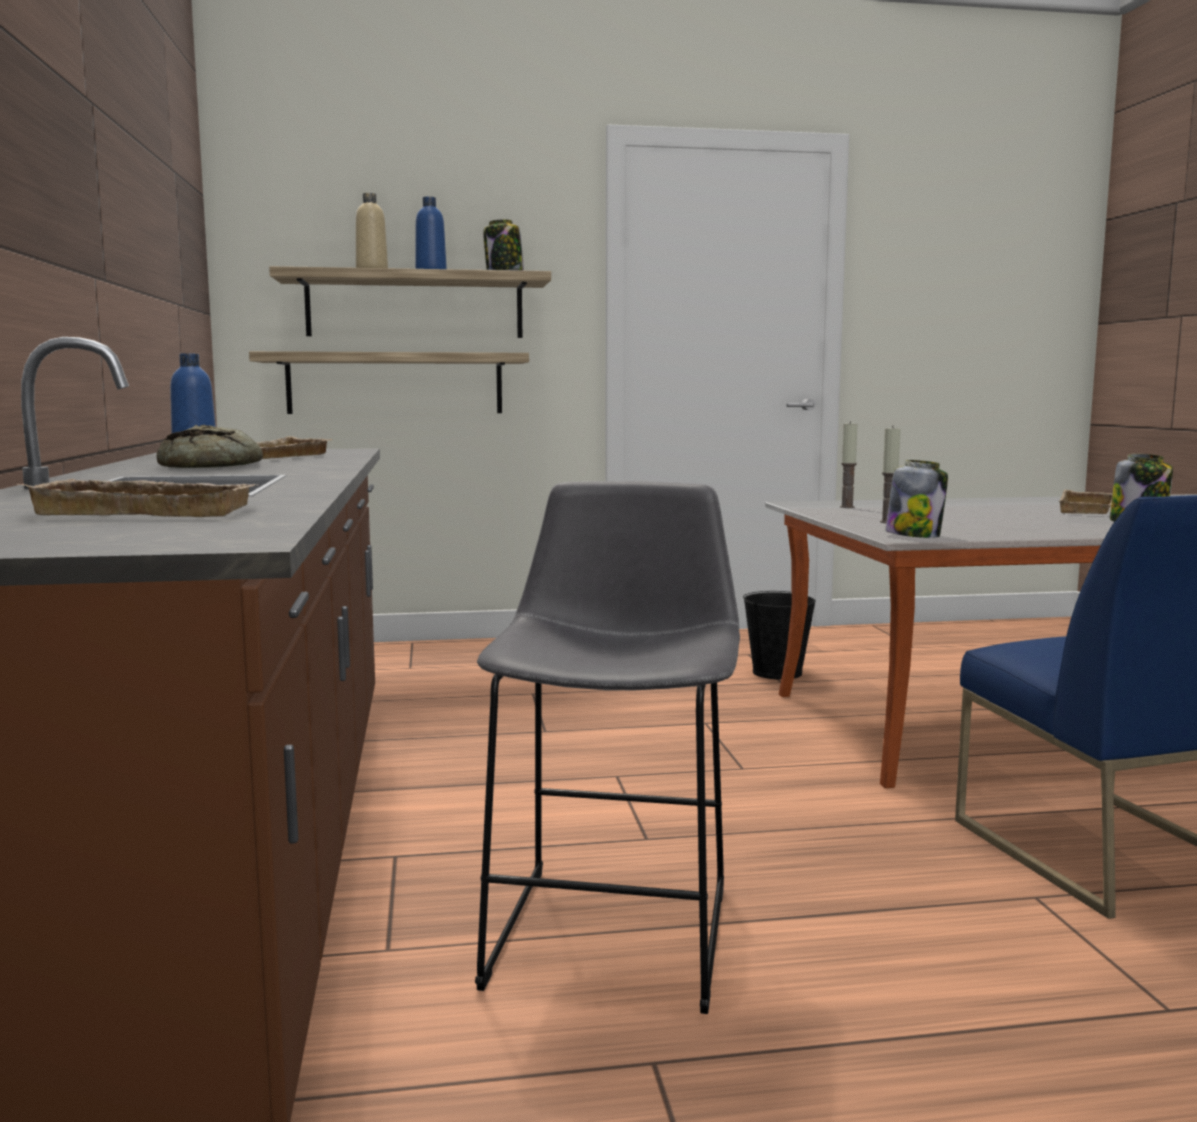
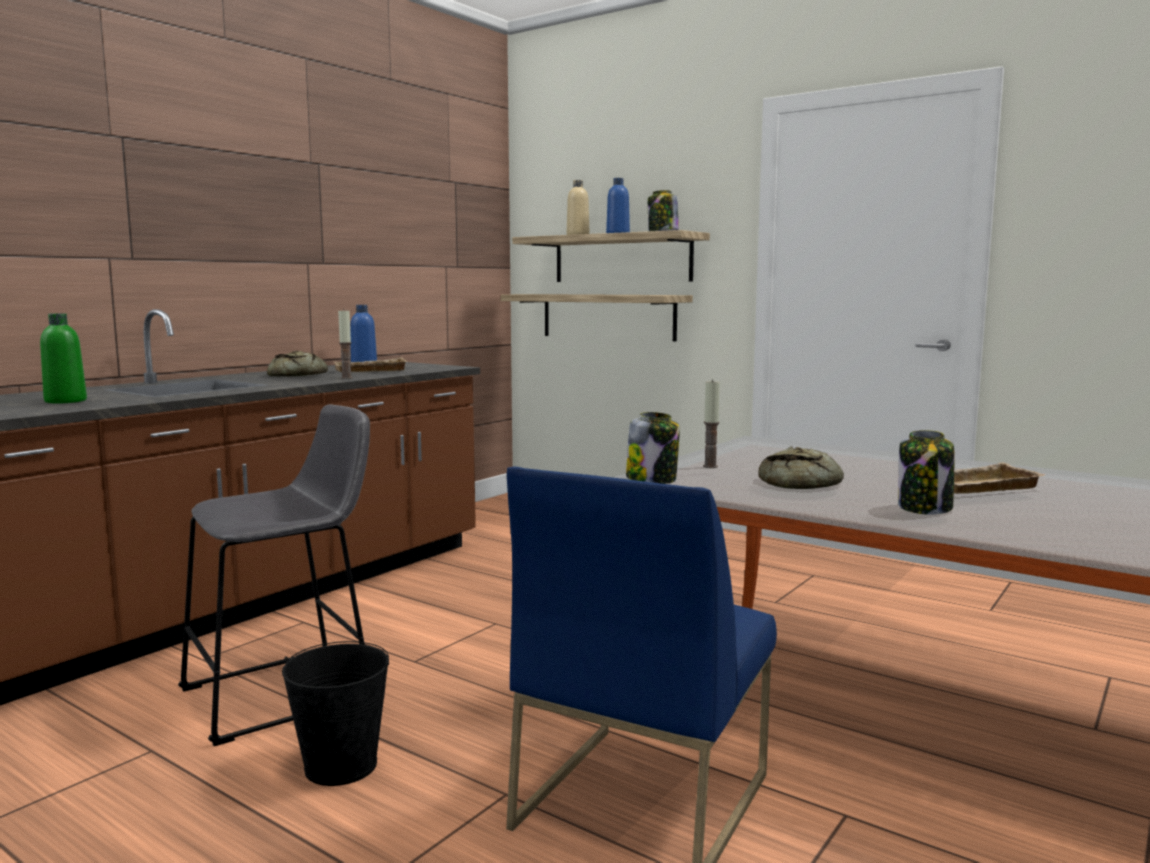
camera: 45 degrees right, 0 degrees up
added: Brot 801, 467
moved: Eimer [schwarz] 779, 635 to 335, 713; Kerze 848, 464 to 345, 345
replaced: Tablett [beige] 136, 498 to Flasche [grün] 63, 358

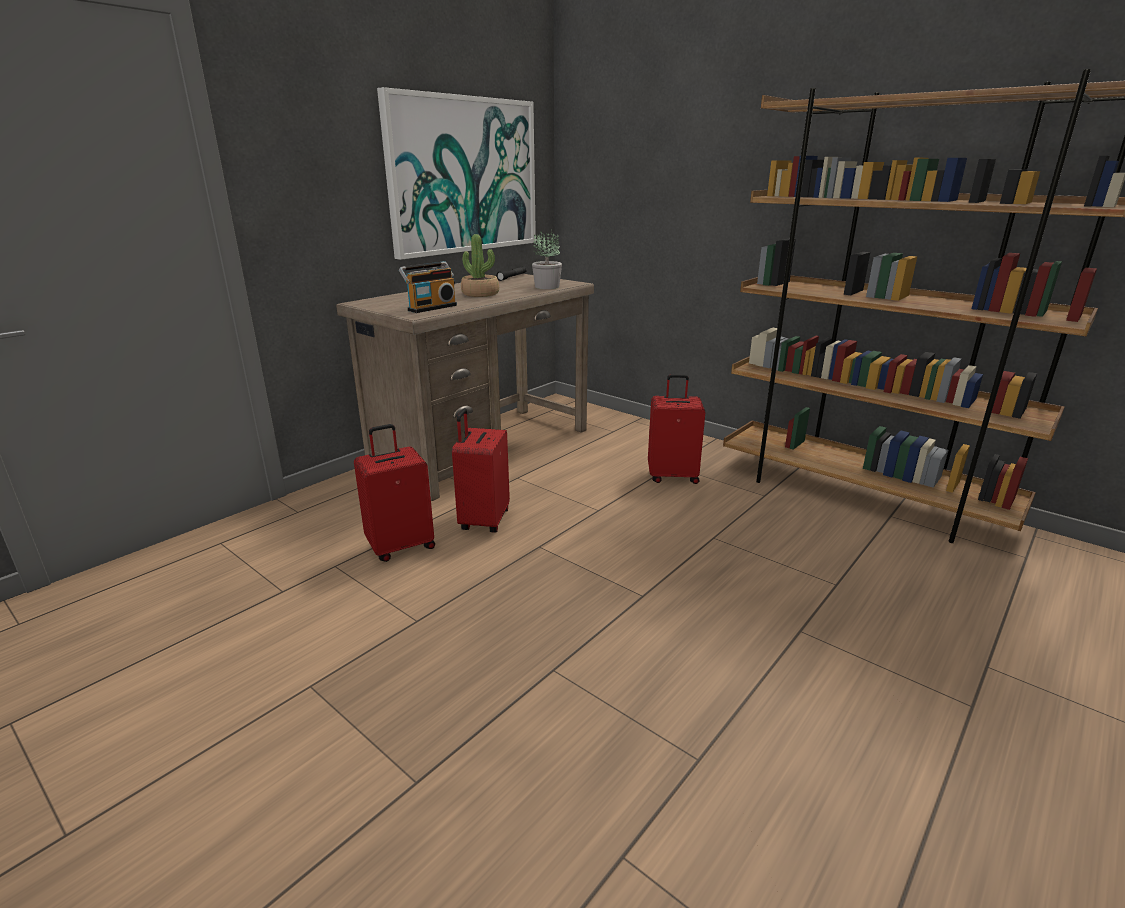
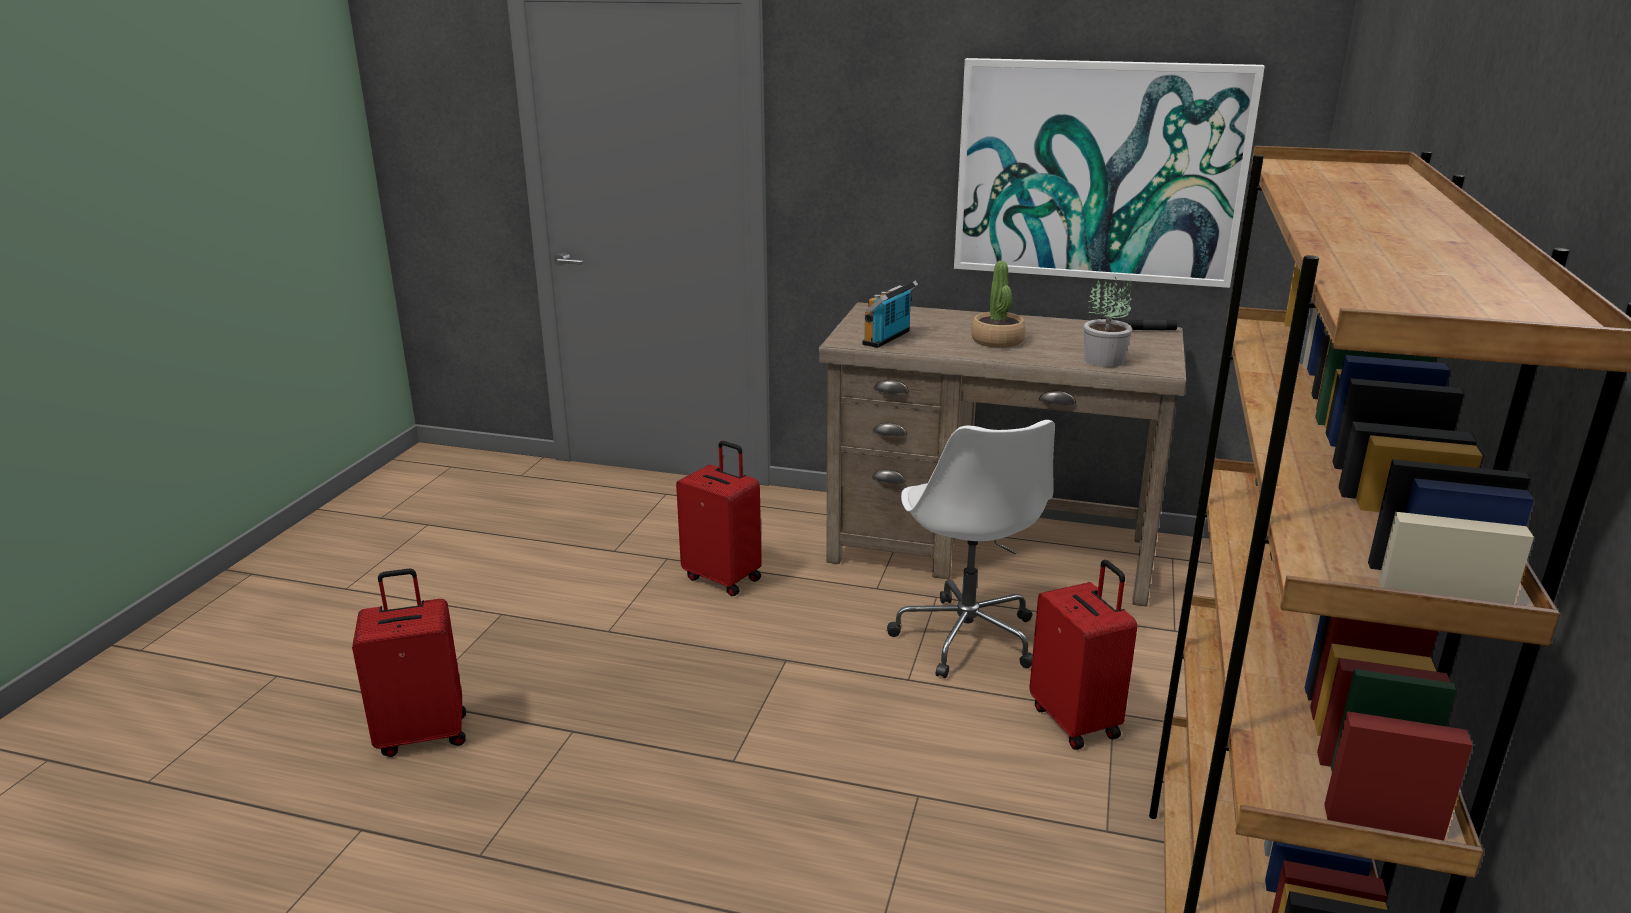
camera: 65 degrees right, 0 degrees up
added: Bürostuhl [weiß] 971, 549
moved: Koffer [rot] 481, 470 to 409, 663
turned: Radio 428, 287 = 890, 314 105 degrees clockwise

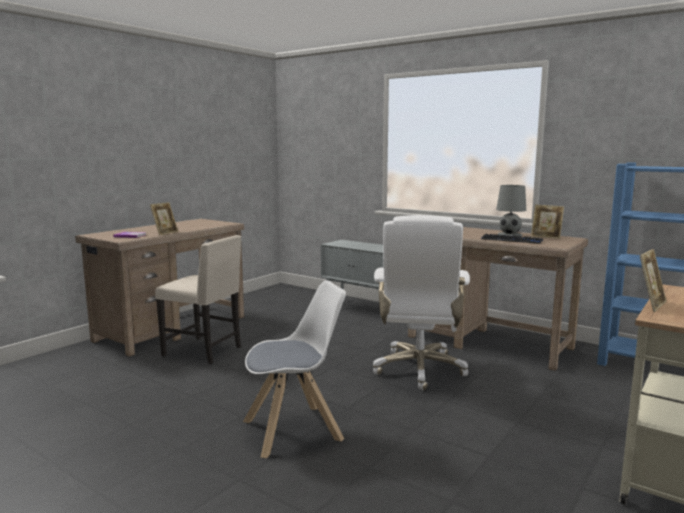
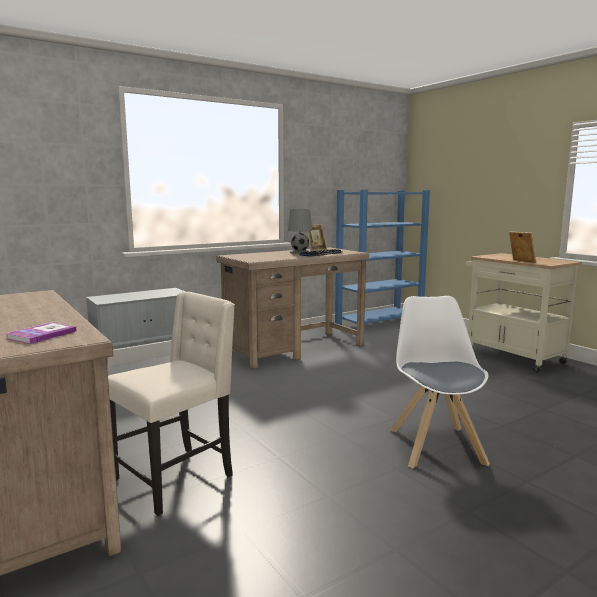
camera: 70 degrees left, 0 degrees up
removed: Bilderrahmen 164, 219; Bürostuhl [weiß] 421, 303

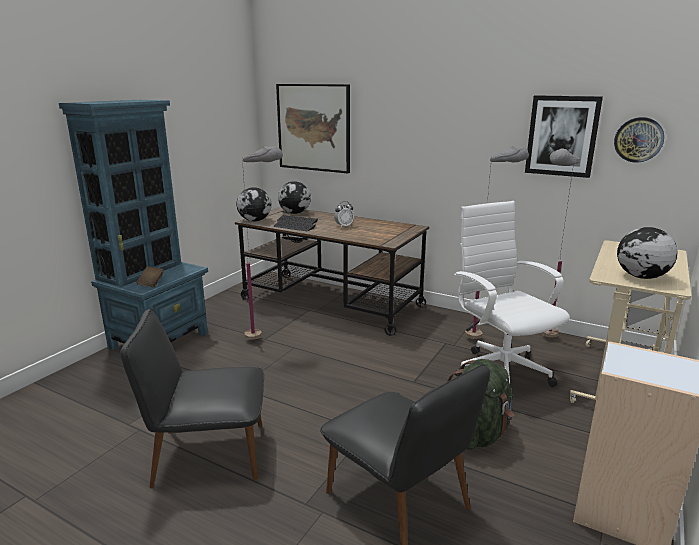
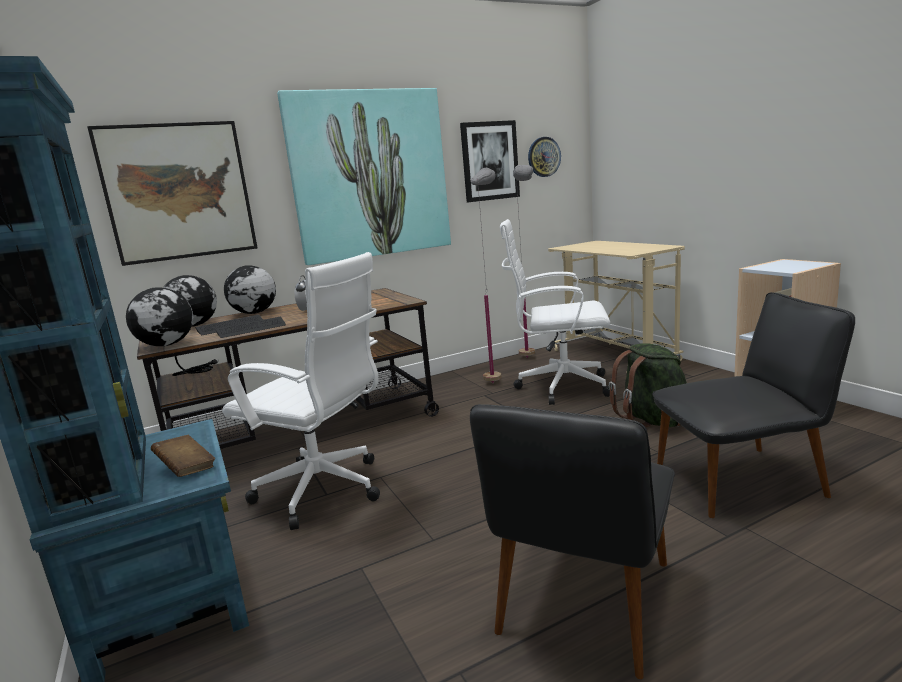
camera: 55 degrees left, 5 degrees down
added: Bild 364, 176
moved: Globus 647, 253 to 250, 289
replaced: Stehlampe [grau] 262, 244 to Bürostuhl [weiß] 301, 391

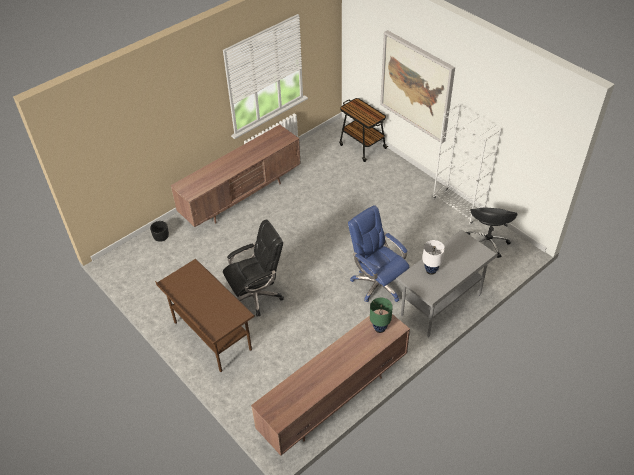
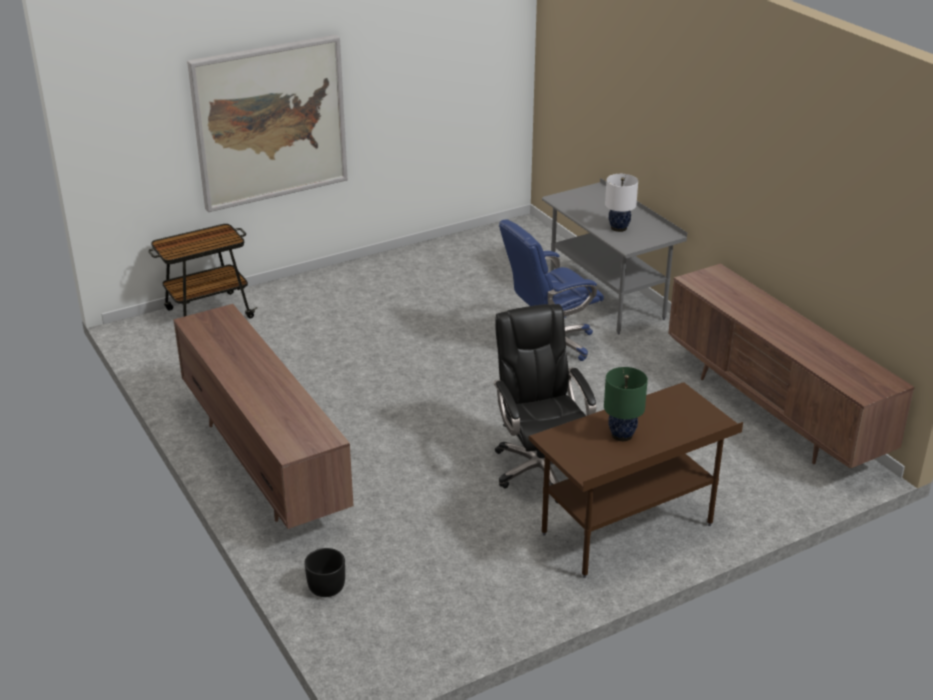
camera: 80 degrees left, 15 degrees down
removed: Bücherregal [weiß] 467, 164; Bürostuhl [schwarz] 491, 233
moved: Tischlampe [grün] 381, 315 to 626, 404

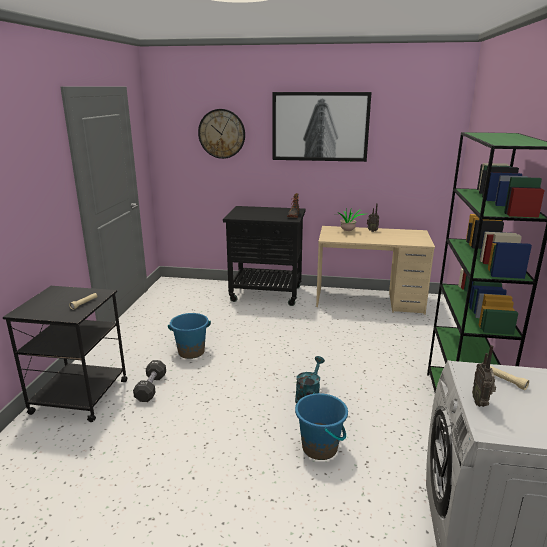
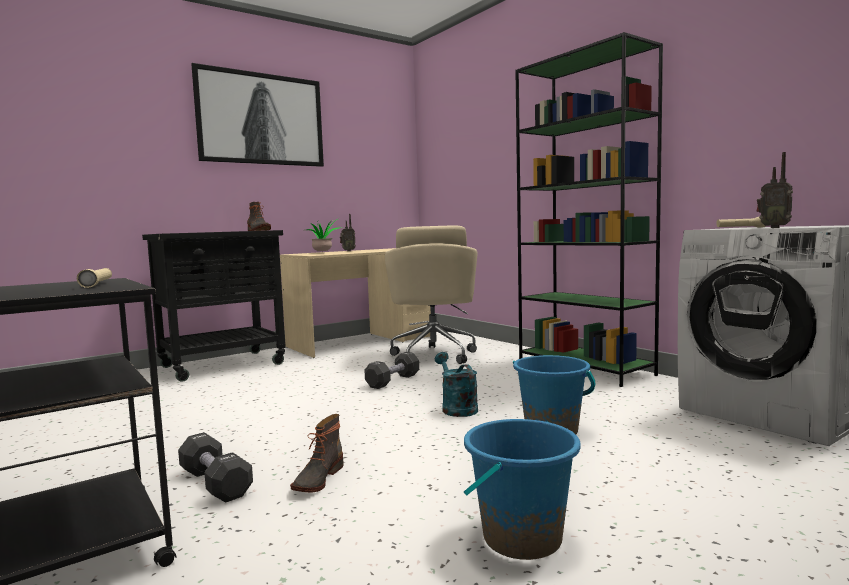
camera: 45 degrees left, 15 degrees down
removed: Wanduhr 221, 134
added: Stiefel 317, 453; Hantel [schwarz] 392, 370; Bürostuhl [beige] 431, 294
moved: Eimer [blau] 189, 336 to 522, 489

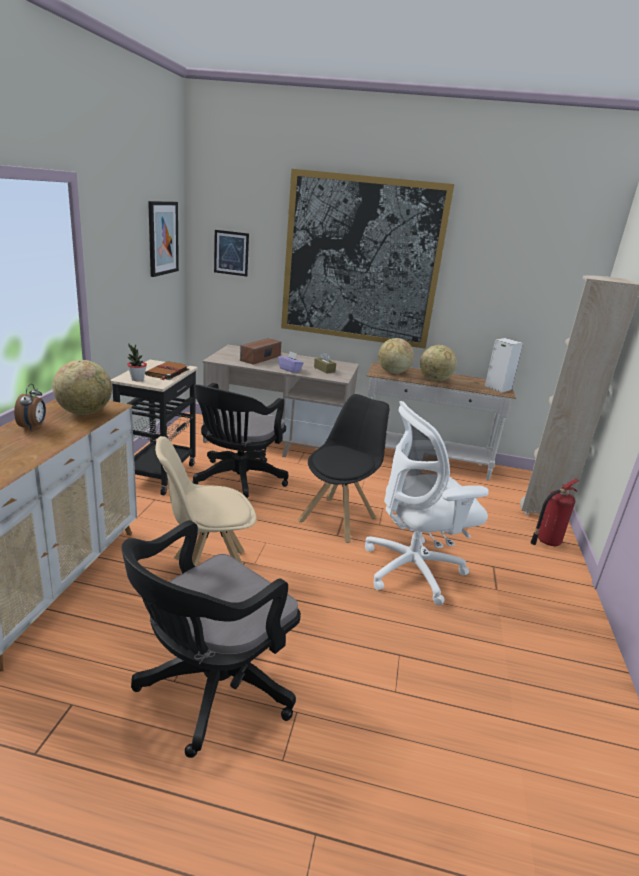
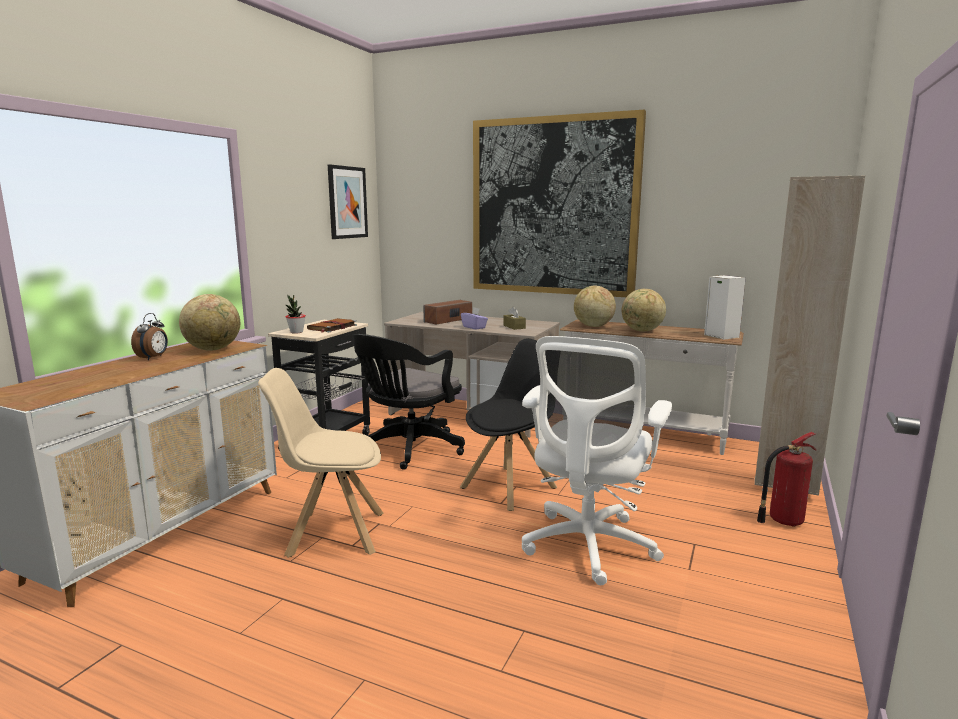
camera: 15 degrees right, 10 degrees down
removed: Bürostuhl [schwarz] 211, 639; Bild 231, 253
turned: Bürostuhl [weiß] 427, 503 = 597, 460 60 degrees counterclockwise

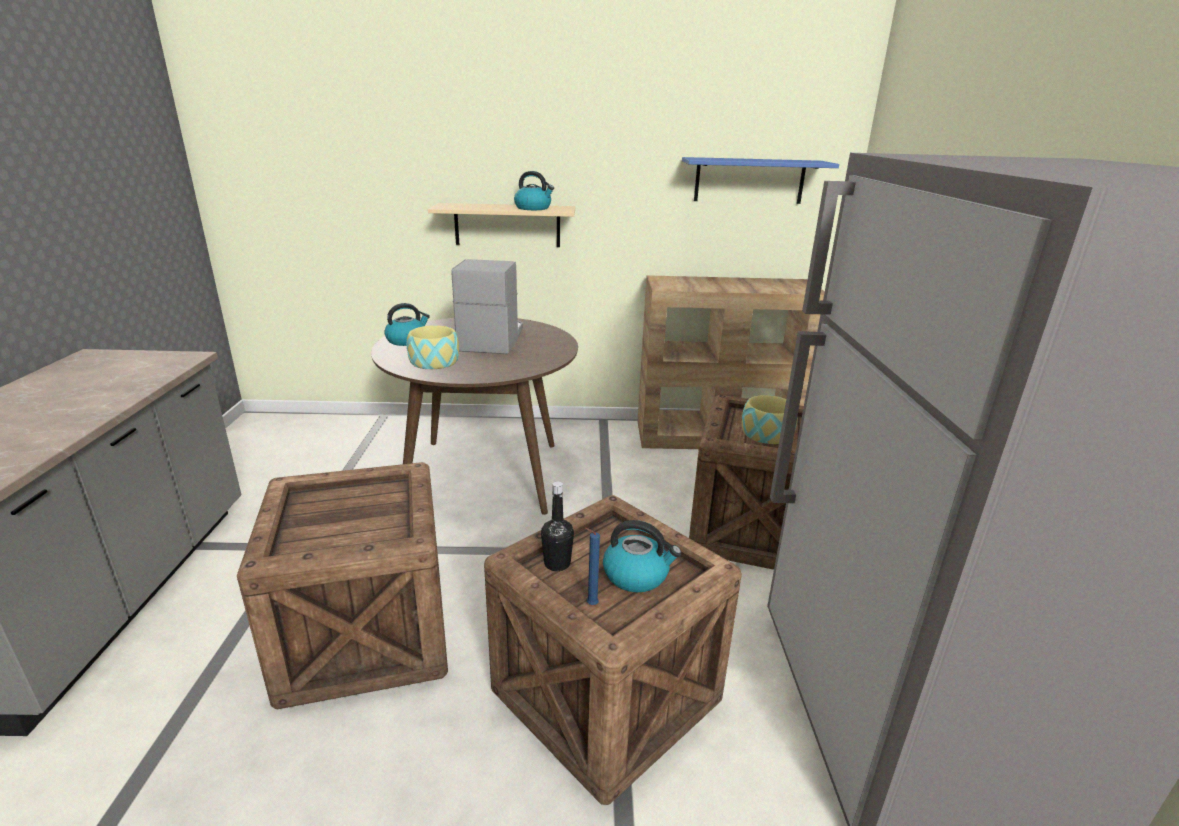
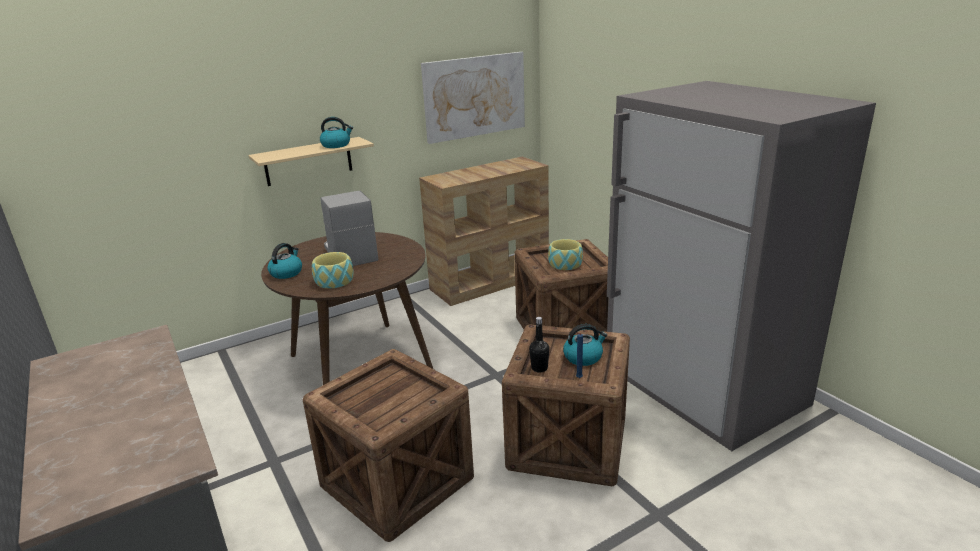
camera: 30 degrees left, 0 degrees up
replaced: Wandregal [blau] 760, 180 to Bild 473, 98

